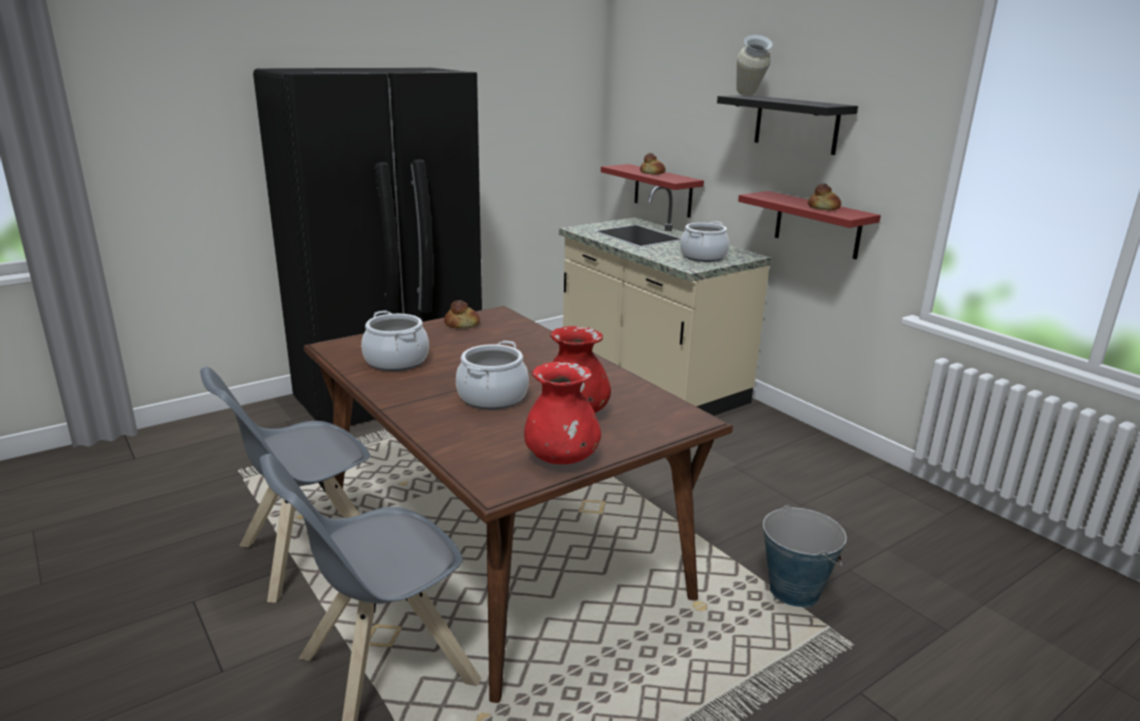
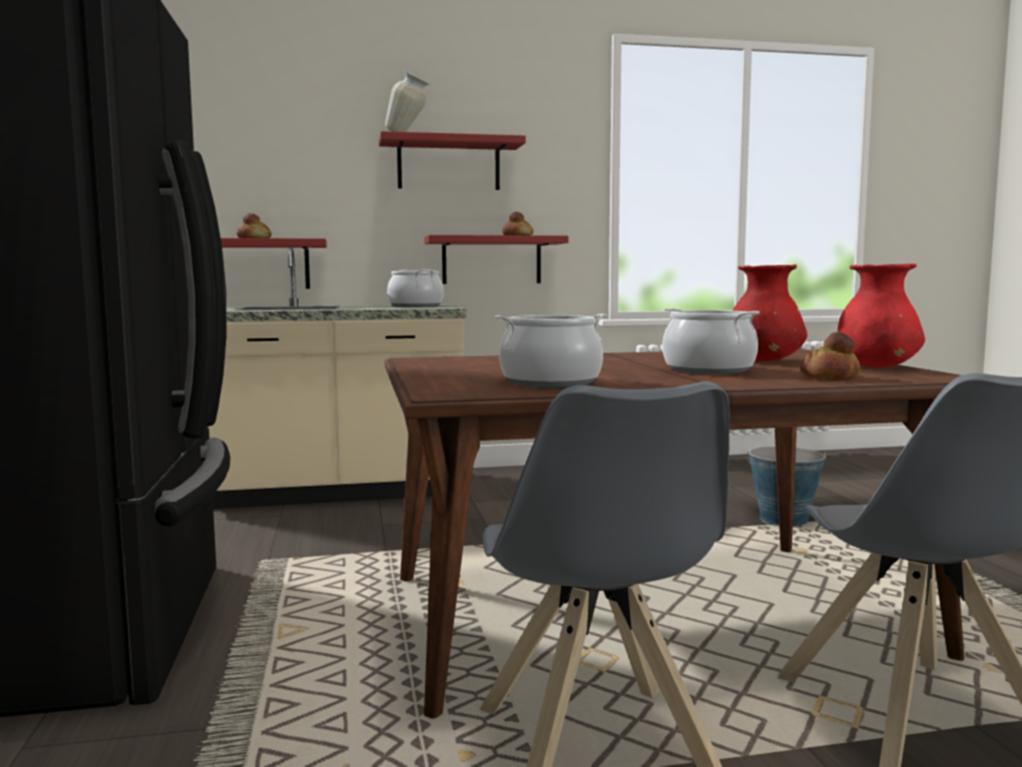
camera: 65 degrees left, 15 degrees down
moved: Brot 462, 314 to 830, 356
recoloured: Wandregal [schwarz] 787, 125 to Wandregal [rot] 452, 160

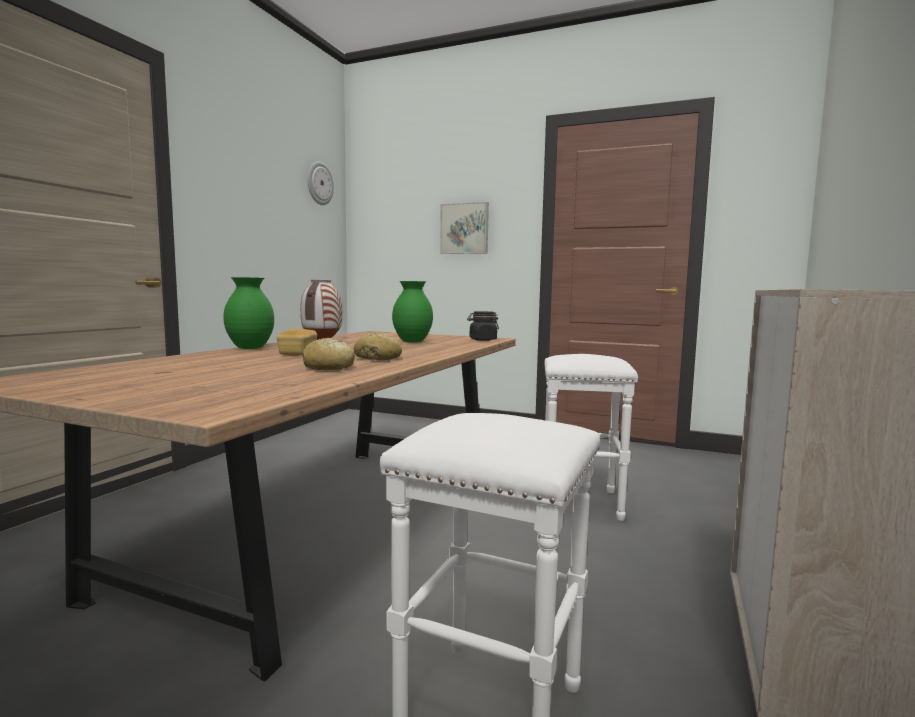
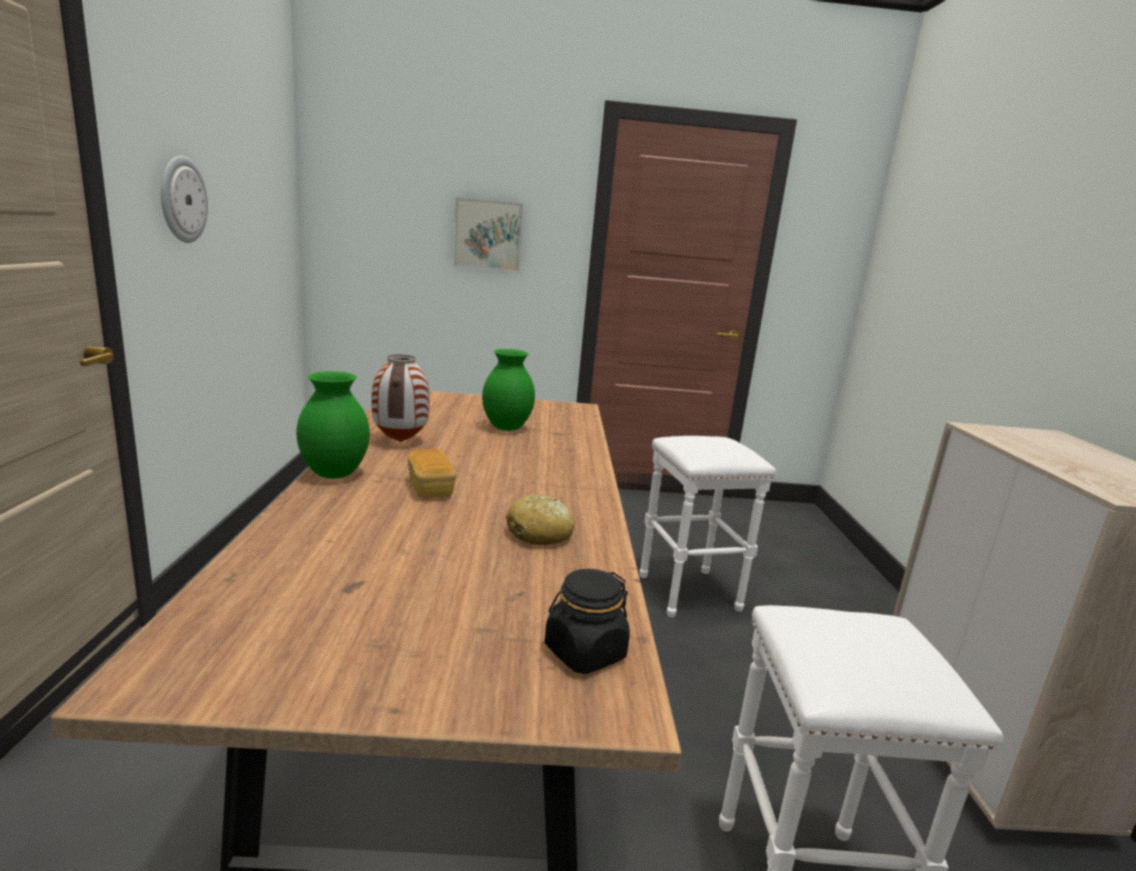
camera: 25 degrees left, 10 degrees up
removed: Brot 378, 346
moved: Wanduhr 321, 183 to 184, 199; Vorratsglas [schwarz] 483, 326 to 587, 621

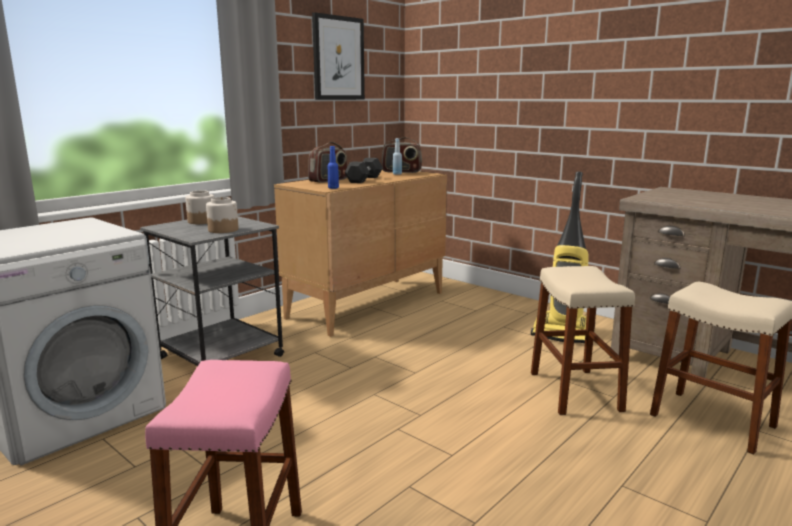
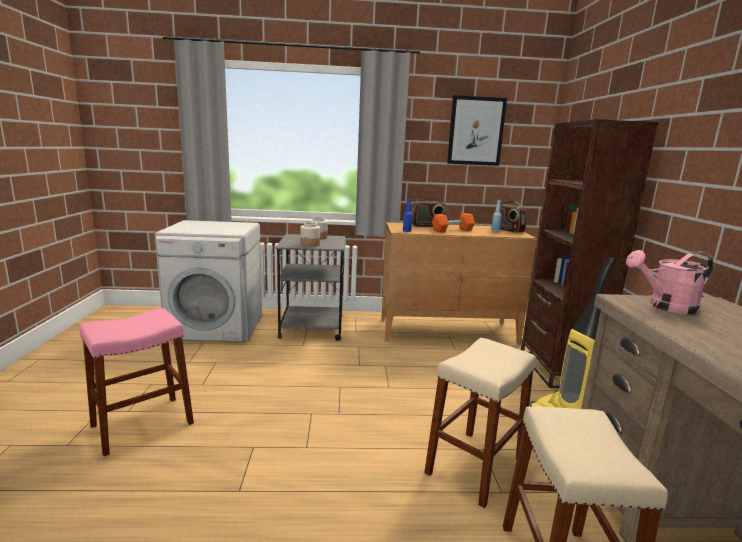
camera: 45 degrees right, 0 degrees up
added: Bücherregal [braun] 590, 253; Gießkanne [rosa] 670, 282
recoloured: Hantel [schwarz] 364, 170 to Hantel [orange] 453, 222

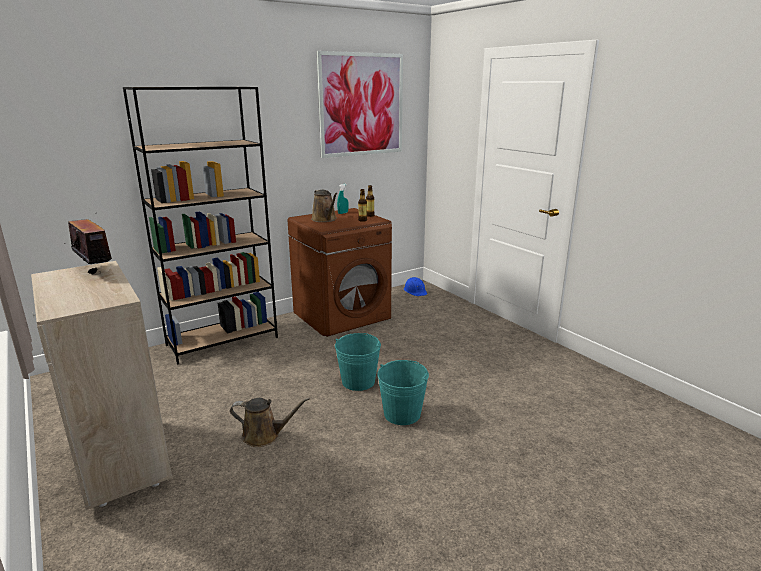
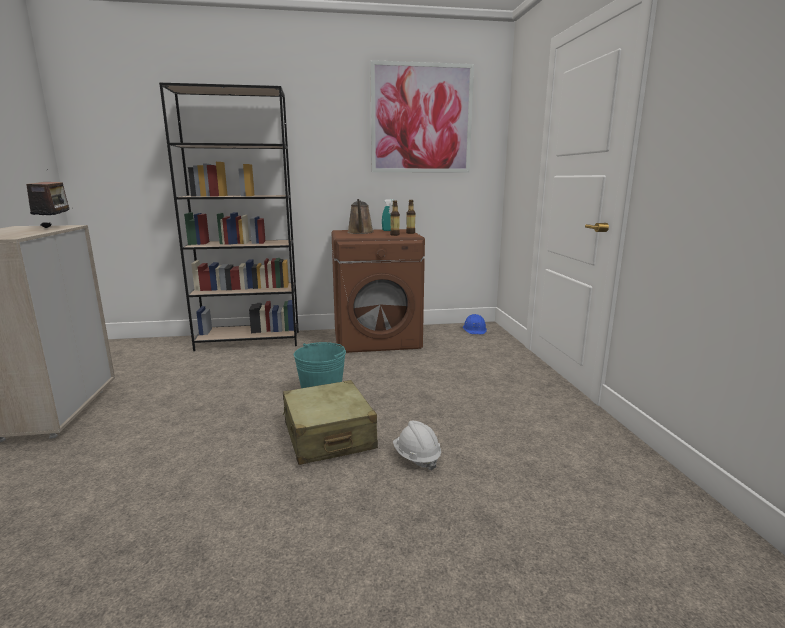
camera: 25 degrees right, 5 degrees down
removed: Gießkanne [braun] 270, 422
added: Schutzhelm [weiß] 417, 445
replaced: Eimer [türkis] 403, 392 to Koffer [beige] 330, 422

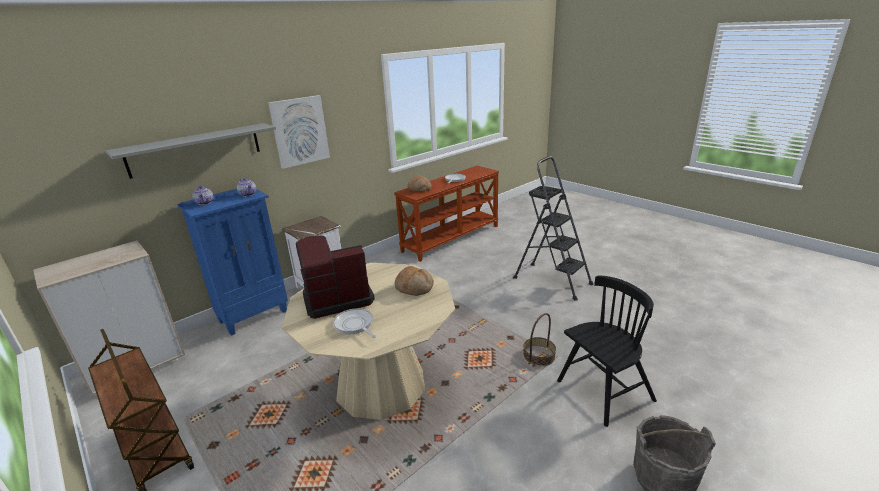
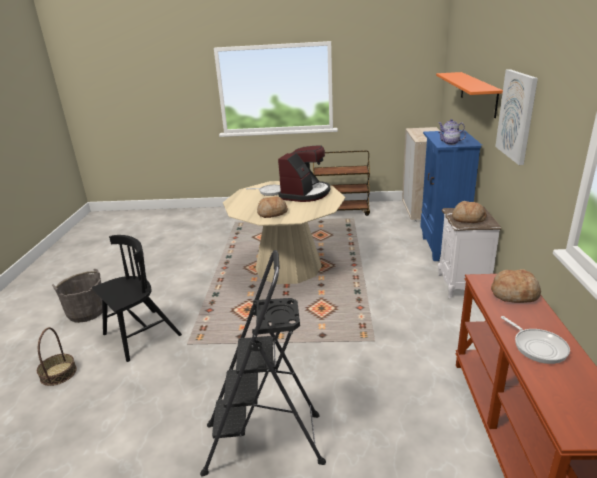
camera: 135 degrees right, 0 degrees up
added: Brot 469, 212
moved: Korb 539, 339 to 57, 356
recoloured: Wandregal [grau] 190, 151 to Wandregal [orange] 469, 95
turned: Stuhl [schwarz] 607, 351 = 137, 298 150 degrees counterclockwise

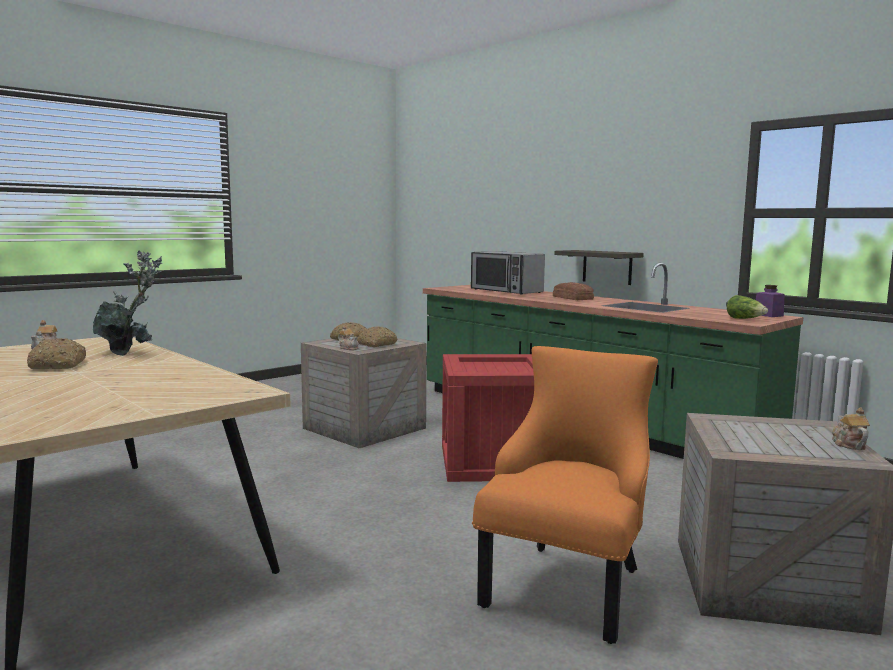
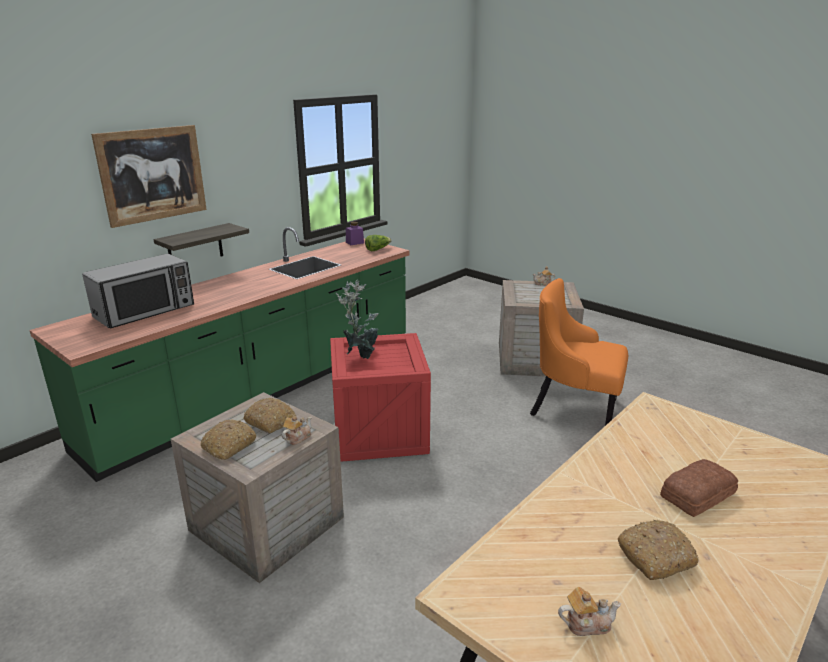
camera: 95 degrees left, 15 degrees up
added: Bild 149, 176
moved: Topfpflanze 128, 303 to 357, 319; Brot 573, 291 to 699, 488

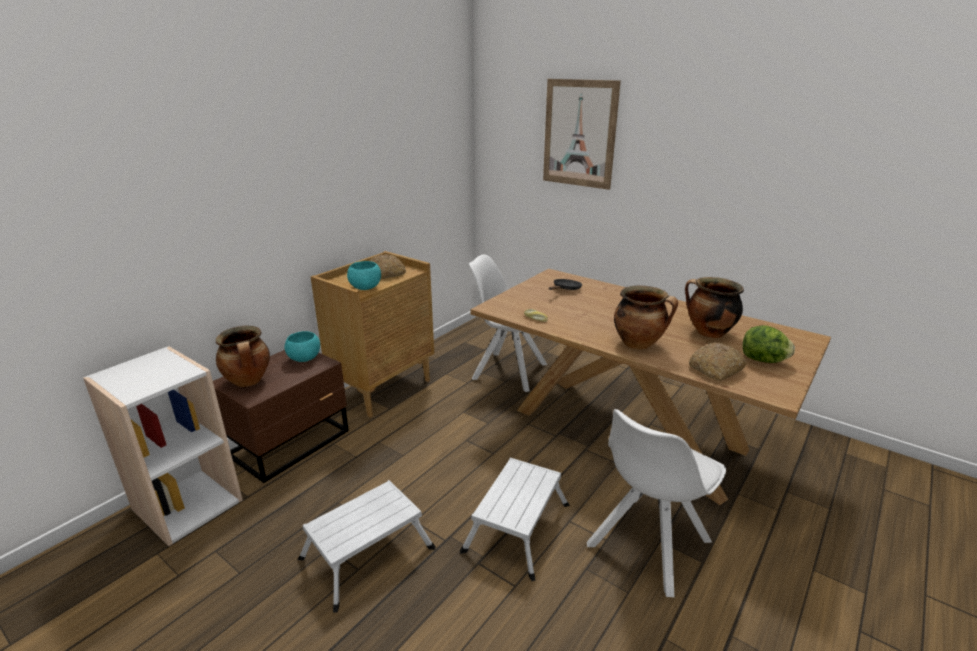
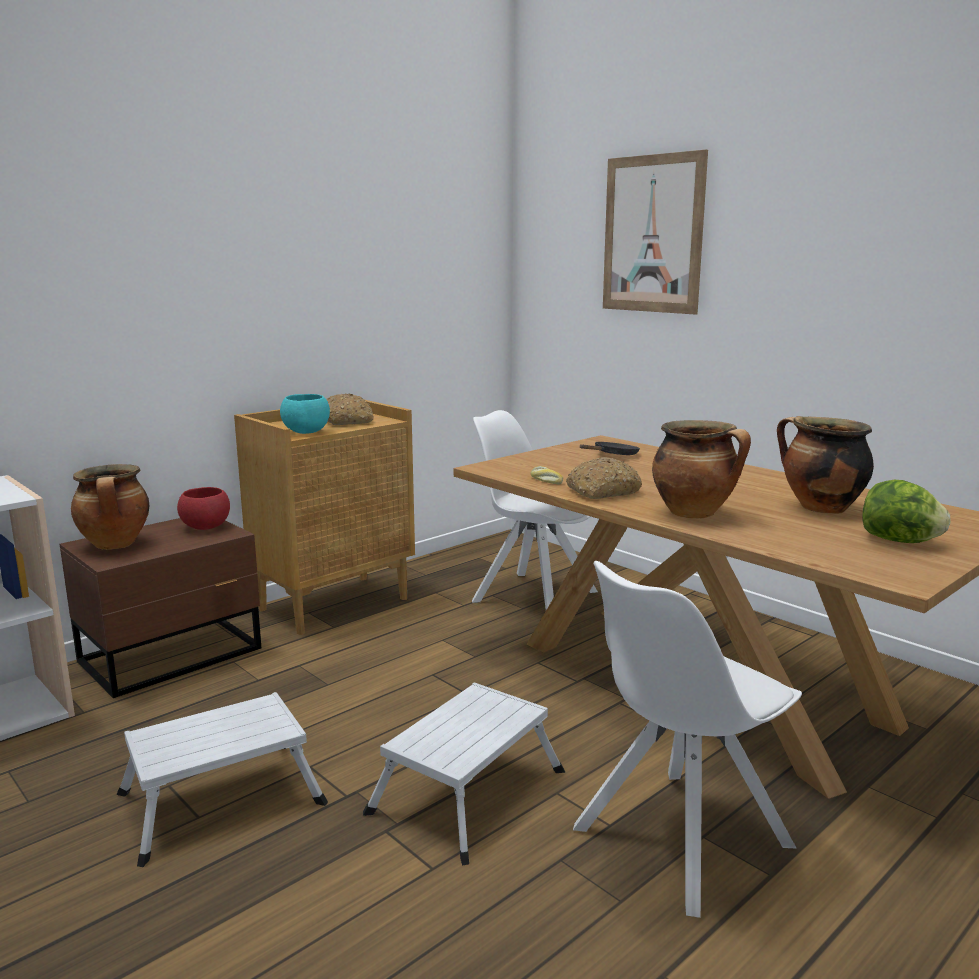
camera: 10 degrees right, 10 degrees down
moved: Brot 718, 362 to 604, 478
recoloured: Schüssel [türkis] 302, 346 to Schüssel [rot] 203, 508

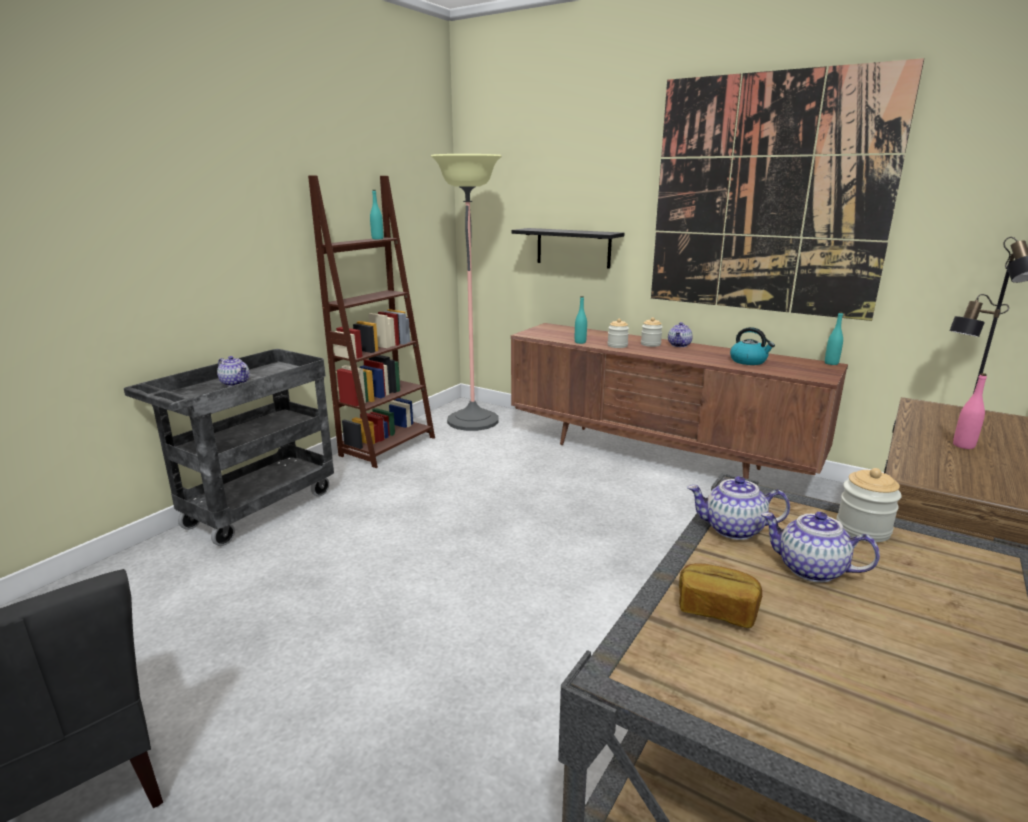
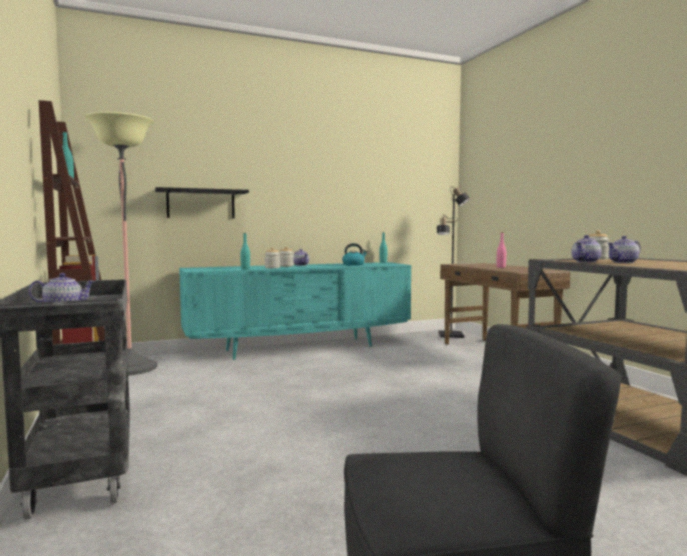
camera: 55 degrees left, 15 degrees down
removed: Bild 787, 189; Brot 720, 595
recoloured: Schrank [braun] 679, 401 to Schrank [türkis] 295, 311

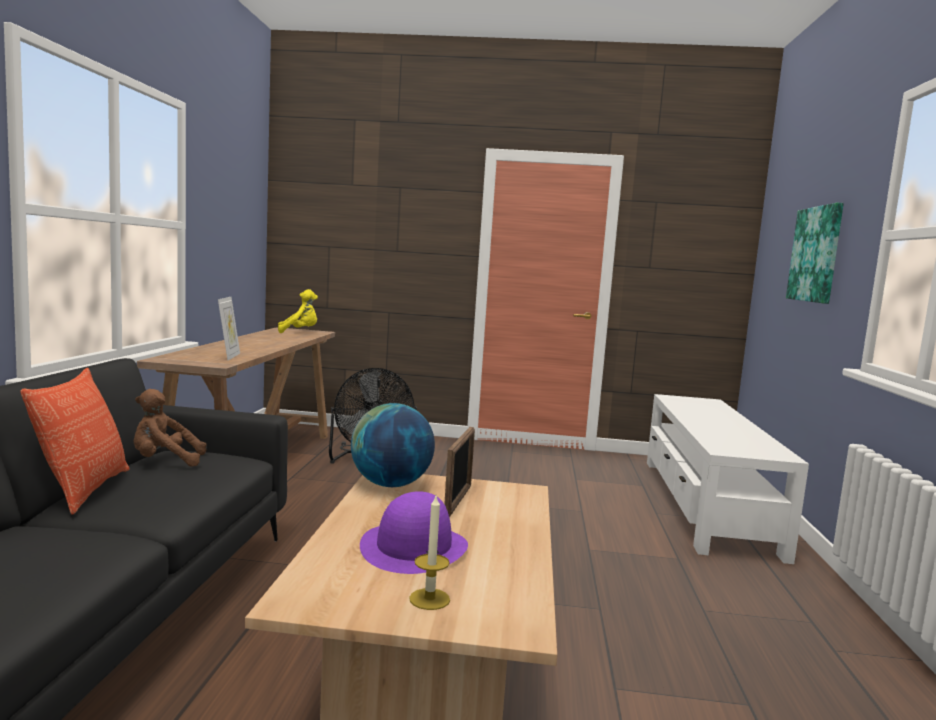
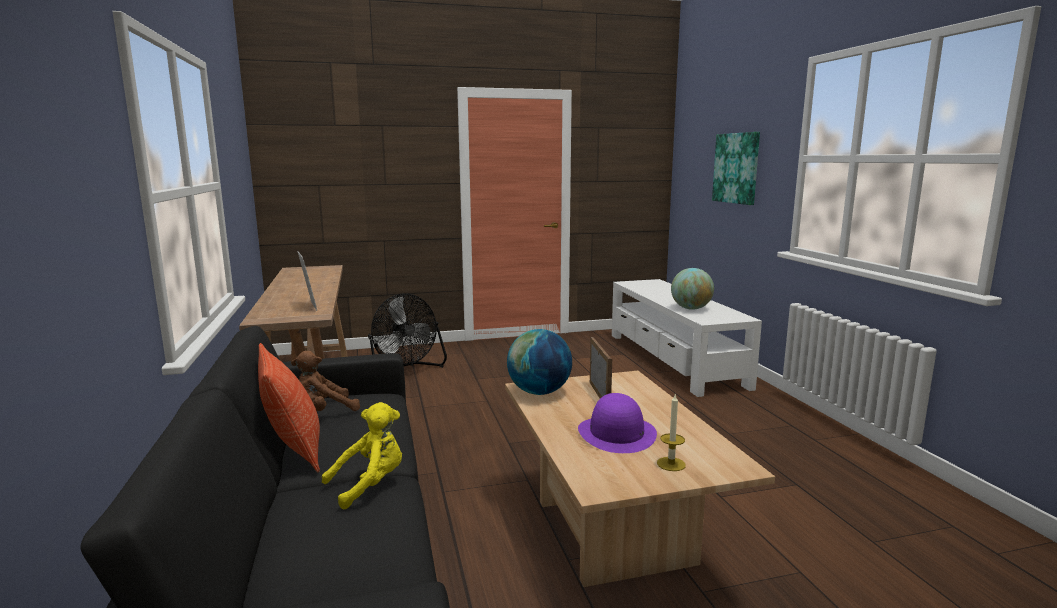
camera: 20 degrees left, 5 degrees up
added: Globus 692, 289
moved: Plüschtier [gelb] 298, 311 to 362, 456

